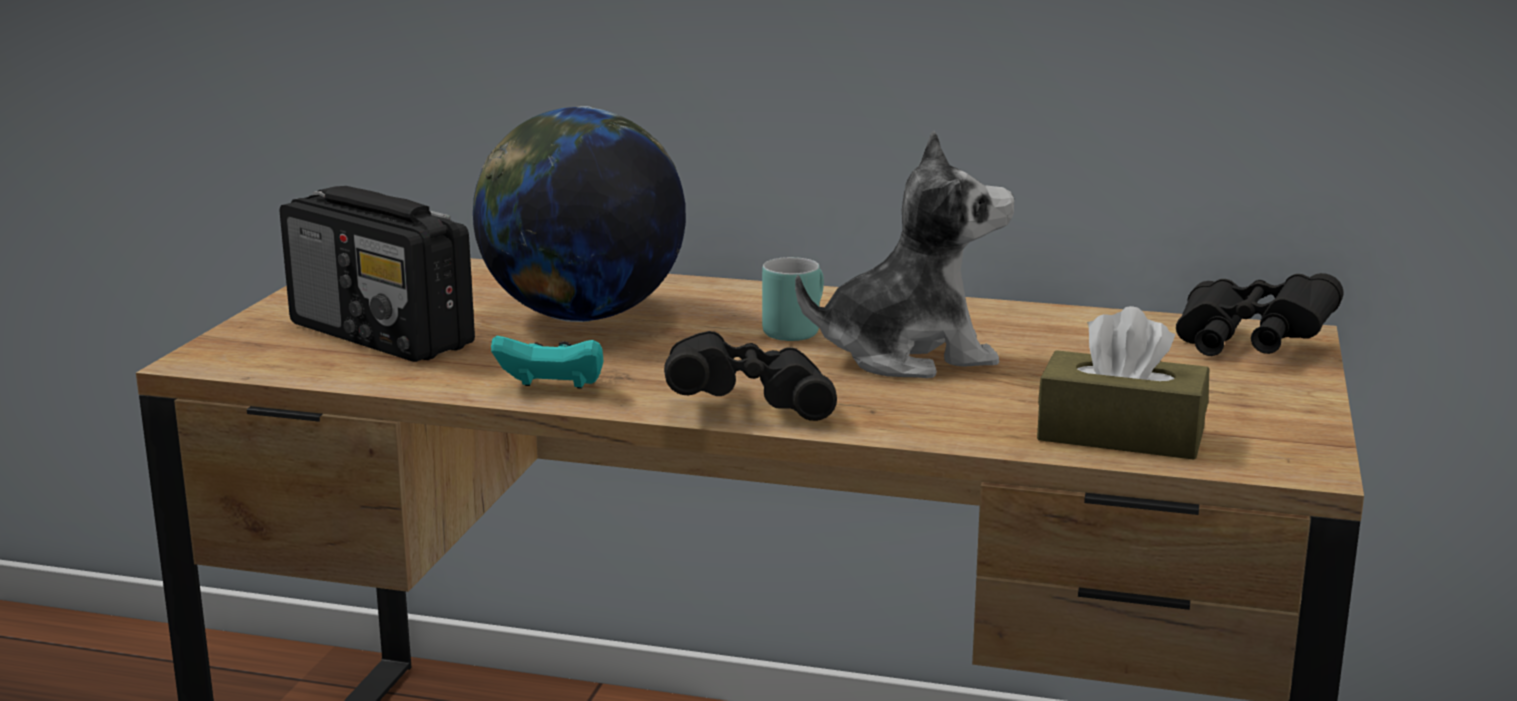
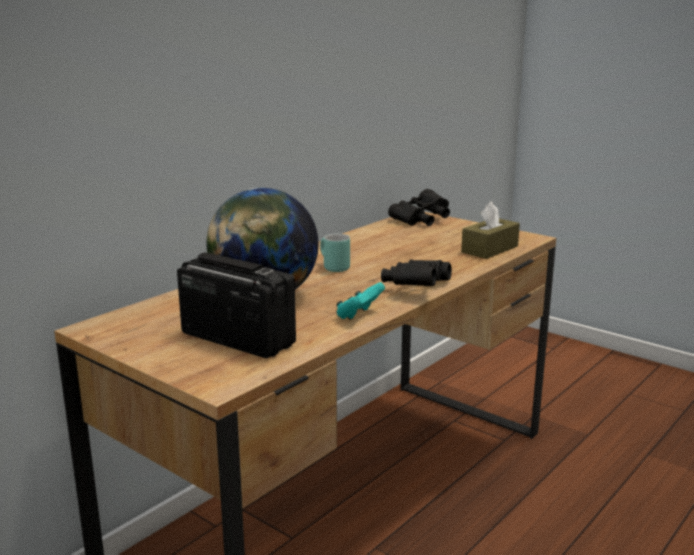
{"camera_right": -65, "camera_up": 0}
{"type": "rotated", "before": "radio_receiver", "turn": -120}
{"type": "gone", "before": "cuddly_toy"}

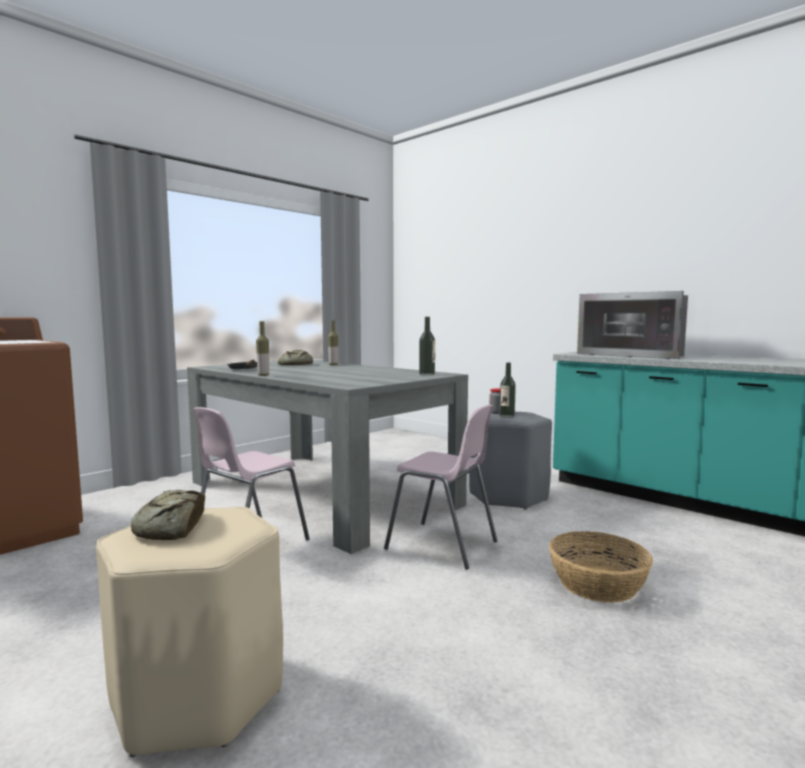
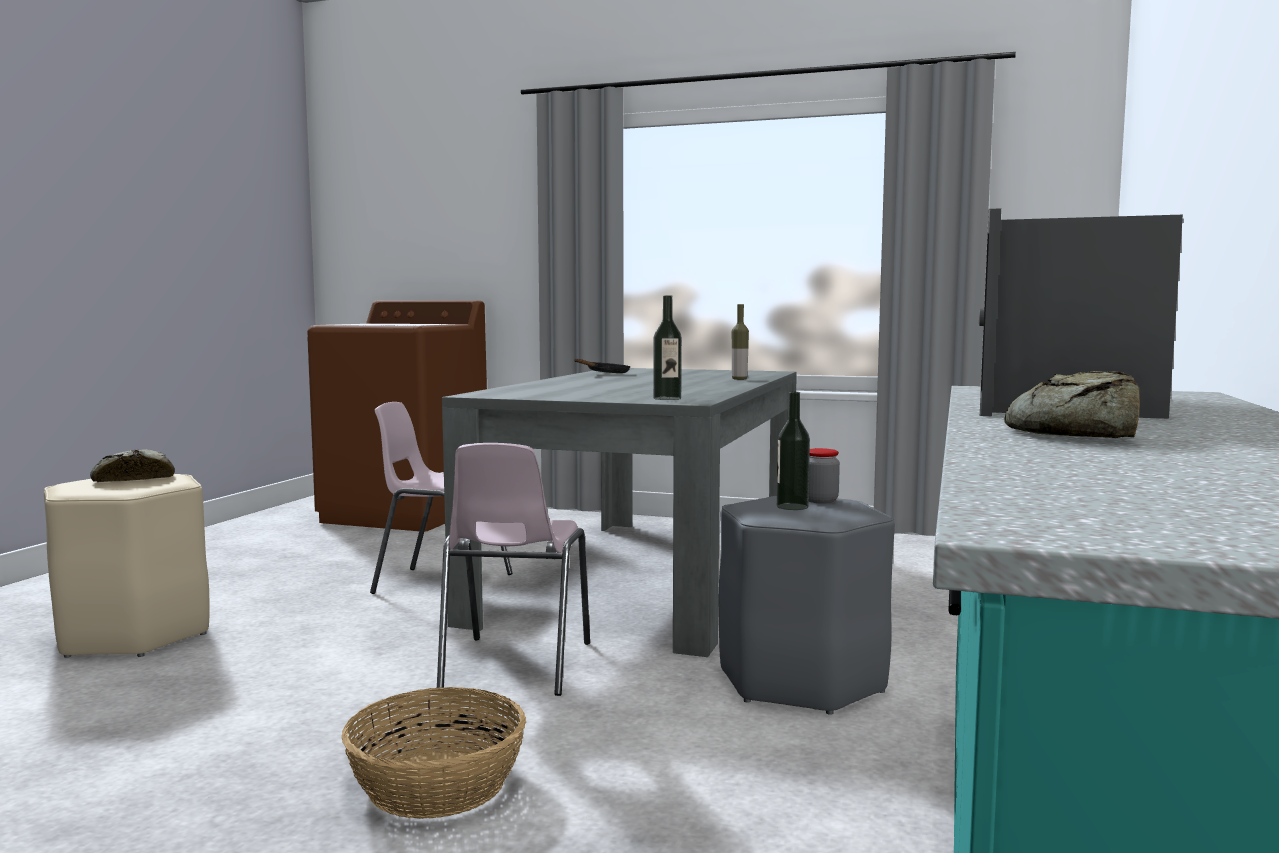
{"camera_right": 65, "camera_up": 0}
{"type": "gone", "before": "bottle (no. 1 from left)"}
{"type": "shifted", "before": "baked_bread (no. 2 from left)"}

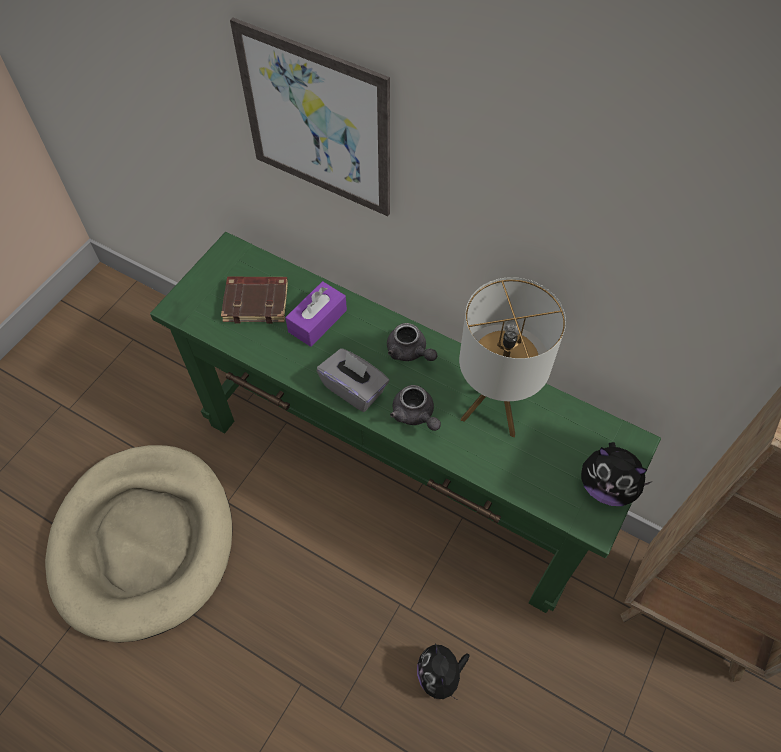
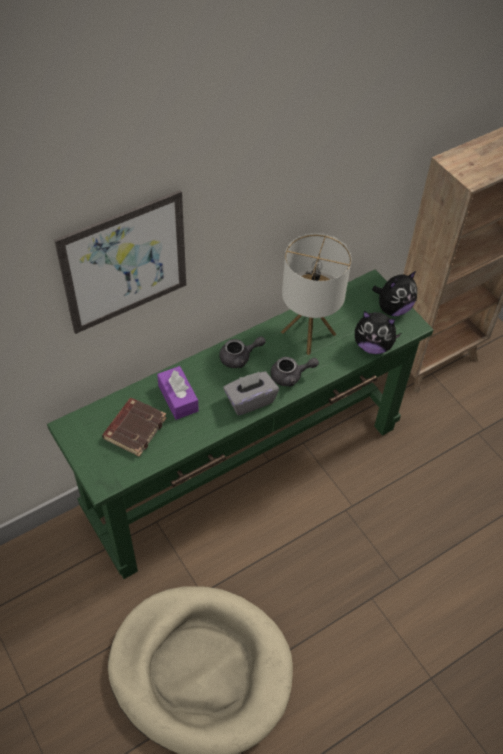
{"camera_right": -65, "camera_up": -5}
{"type": "shifted", "before": "cuddly_toy (no. 1 from left)"}

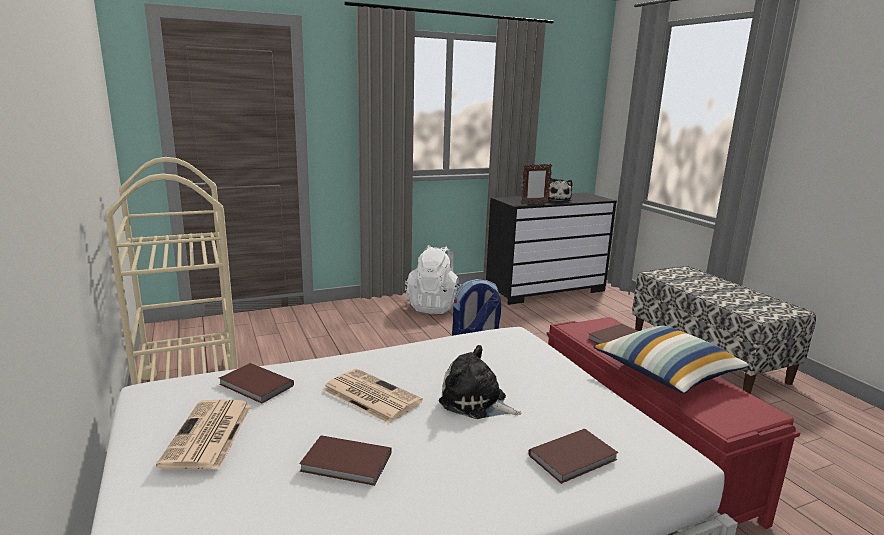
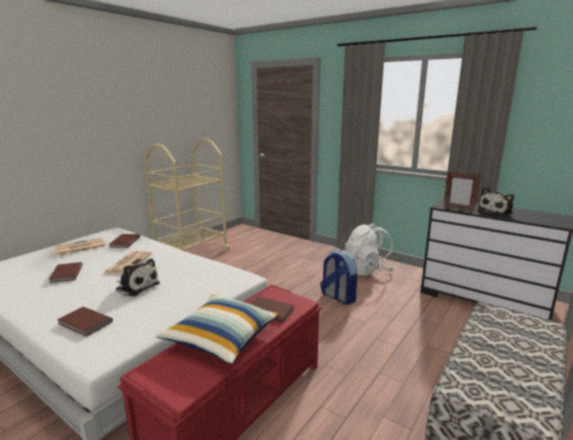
{"camera_right": 60, "camera_up": 0}
{"type": "rotated", "before": "cuddly_toy (no. 1 from left)", "turn": 120}

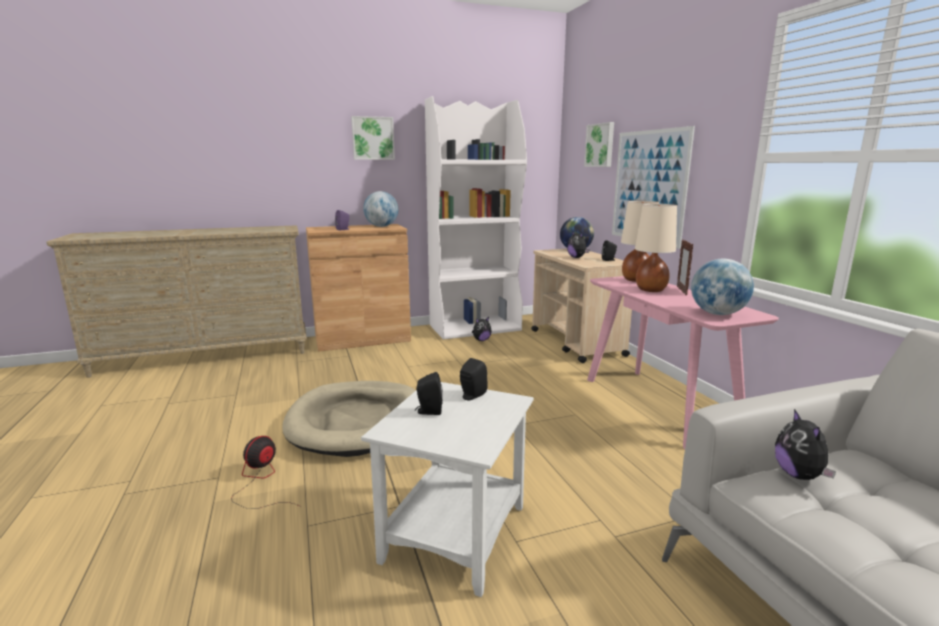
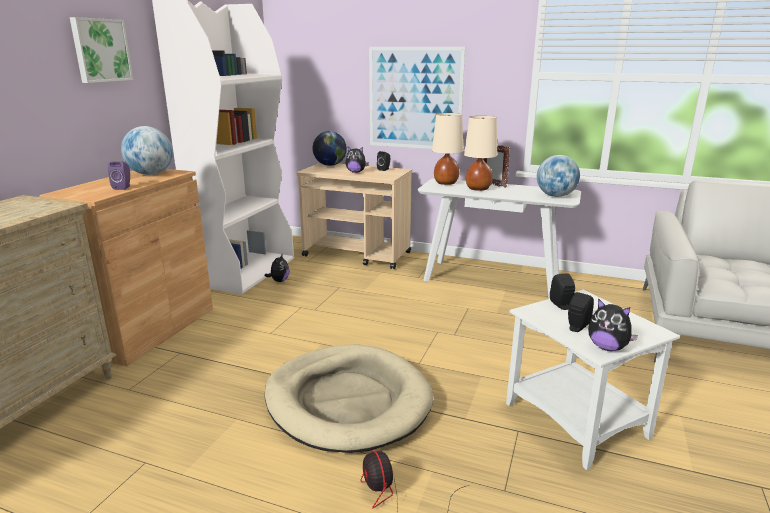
{"camera_right": -50, "camera_up": 5}
{"type": "gone", "before": "wall_art (no. 2 from left)"}
{"type": "repainted", "before": "pink-coloured_hall_table", "after": "white-coloured_hall_table"}
{"type": "shifted", "before": "cuddly_toy (no. 3 from left)"}

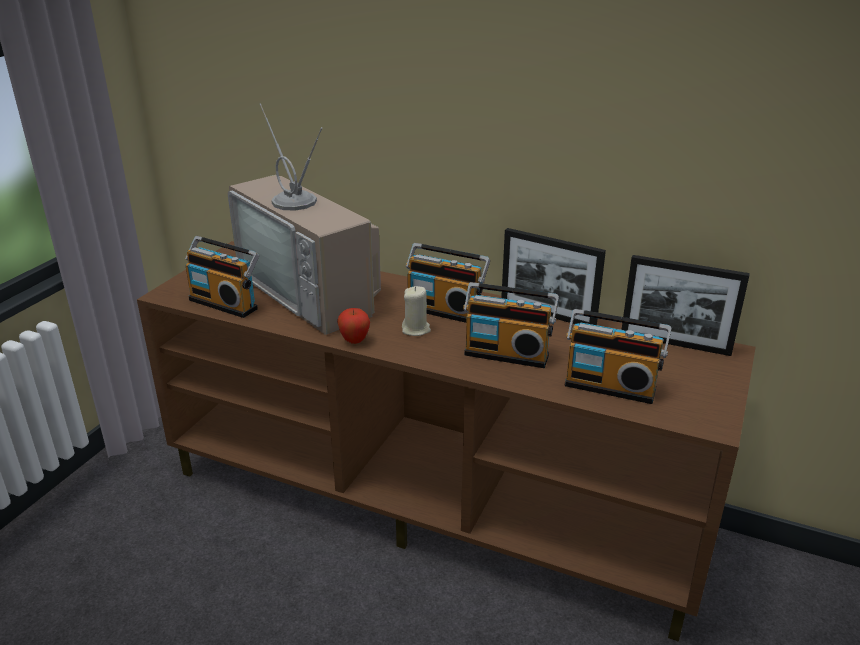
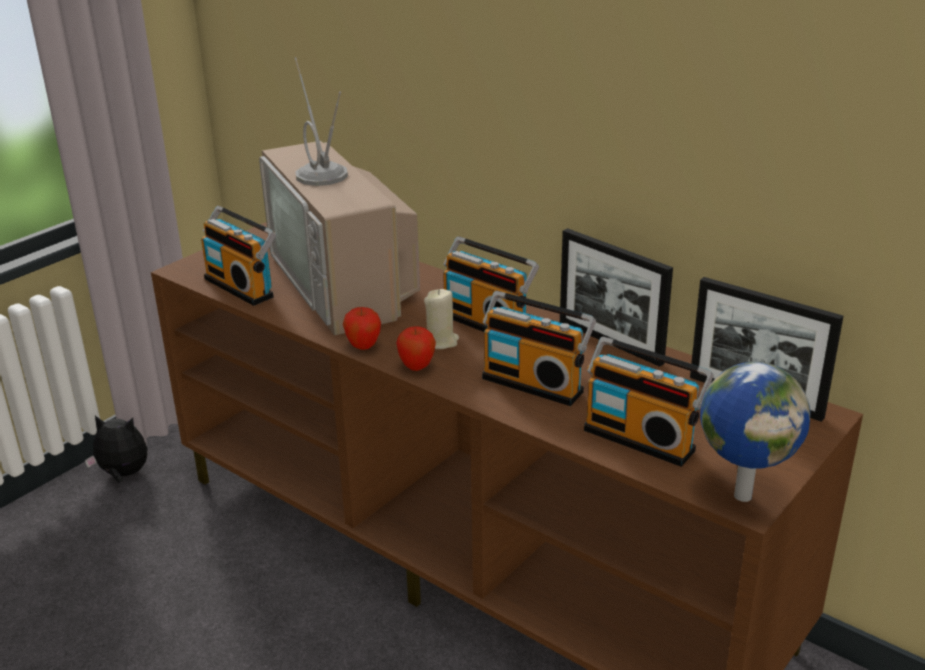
{"camera_right": 15, "camera_up": 0}
{"type": "new", "after": "cuddly_toy"}
{"type": "new", "after": "whole_apple (no. 2 from left)"}
{"type": "new", "after": "globe"}

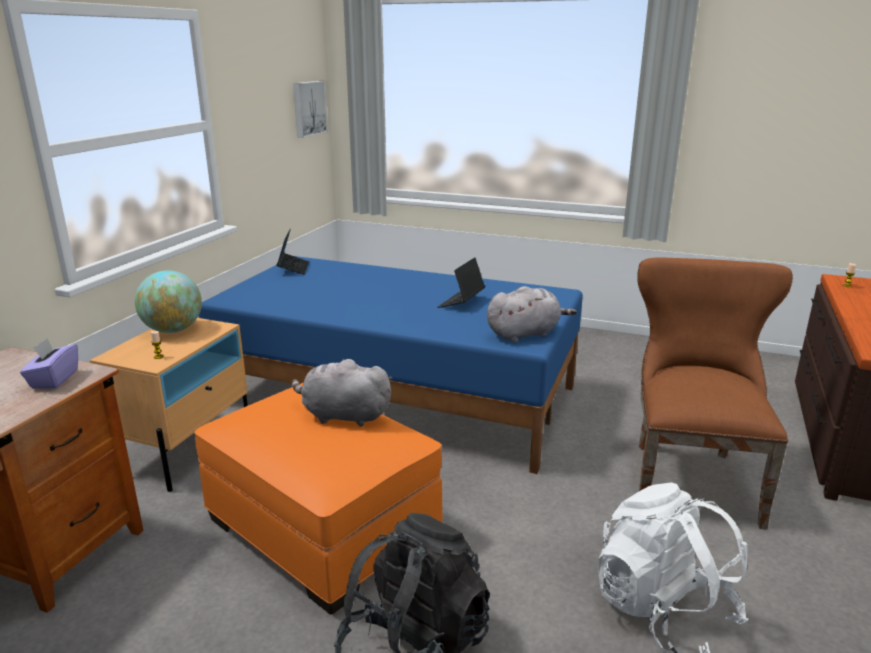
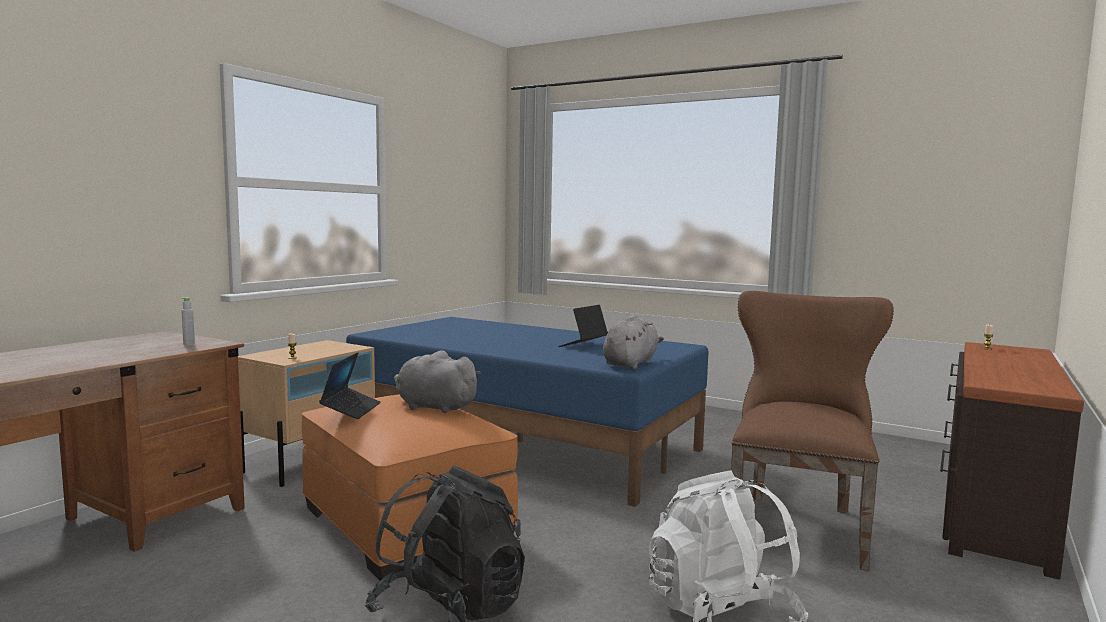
{"camera_right": 10, "camera_up": -15}
{"type": "swapped", "before": "purple-coloured_tissue_box", "after": "grey_bottle"}
{"type": "gone", "before": "globe"}
{"type": "shifted", "before": "notebook_computer (no. 1 from left)"}
{"type": "gone", "before": "wall_art"}
{"type": "rotated", "before": "grey_cuddly_toy (no. 2 from left)", "turn": -45}

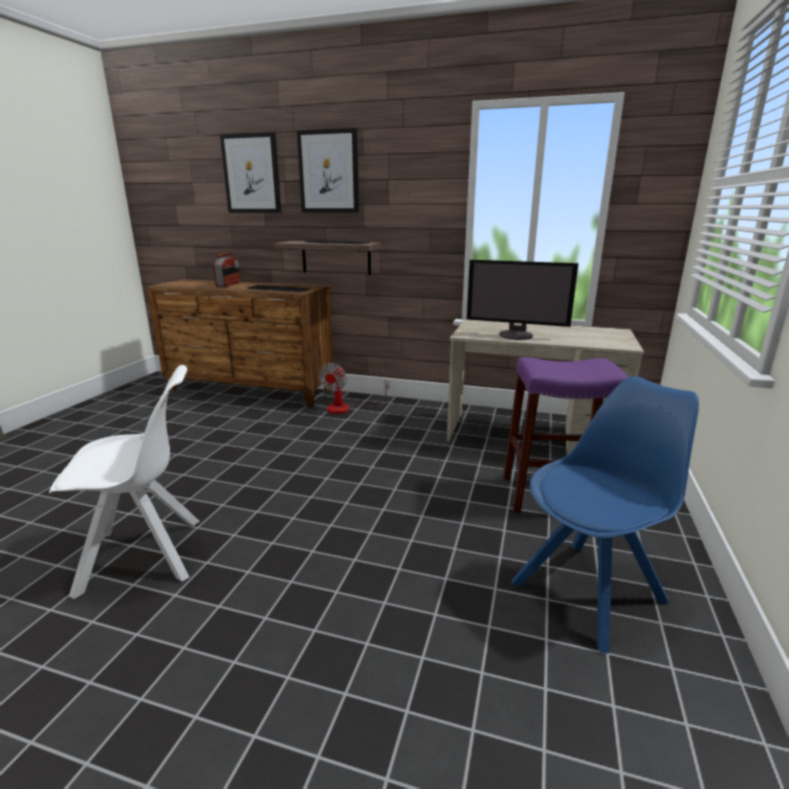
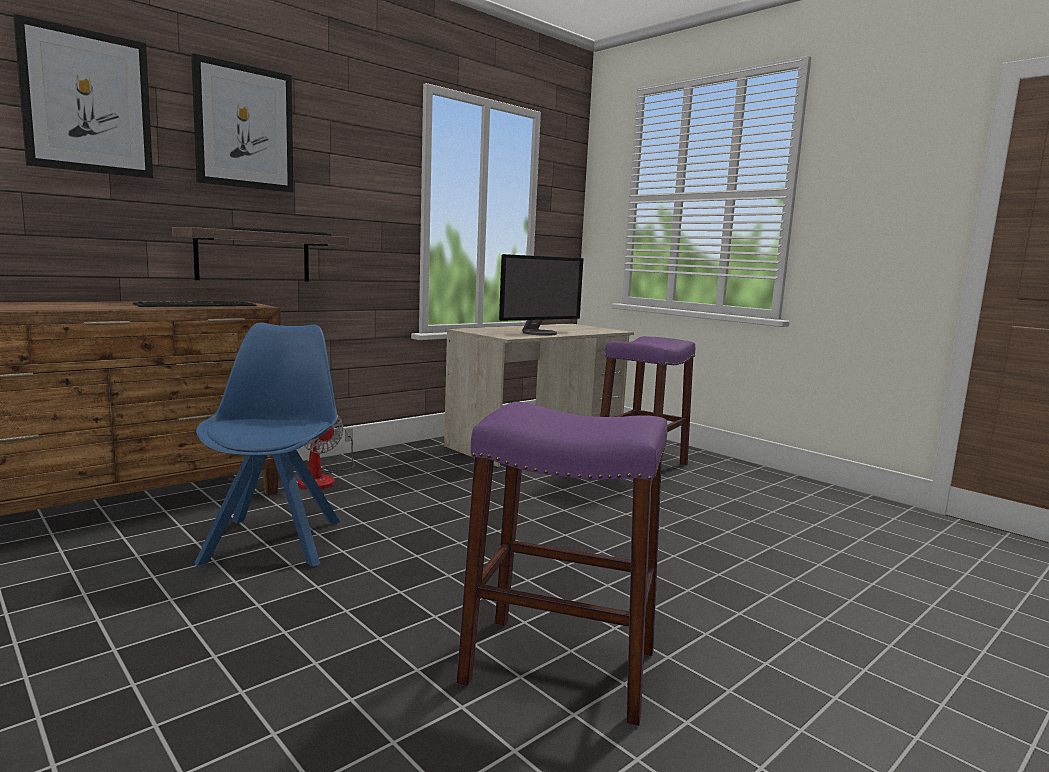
{"camera_right": -60, "camera_up": -10}
{"type": "swapped", "before": "white-coloured_chair", "after": "purple-coloured_stool (no. 1 from left)"}
{"type": "gone", "before": "radio_receiver"}
{"type": "shifted", "before": "blue_chair"}

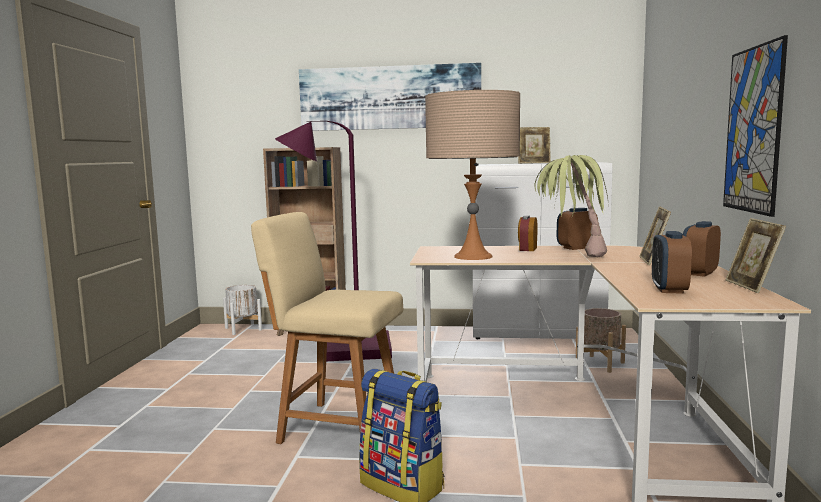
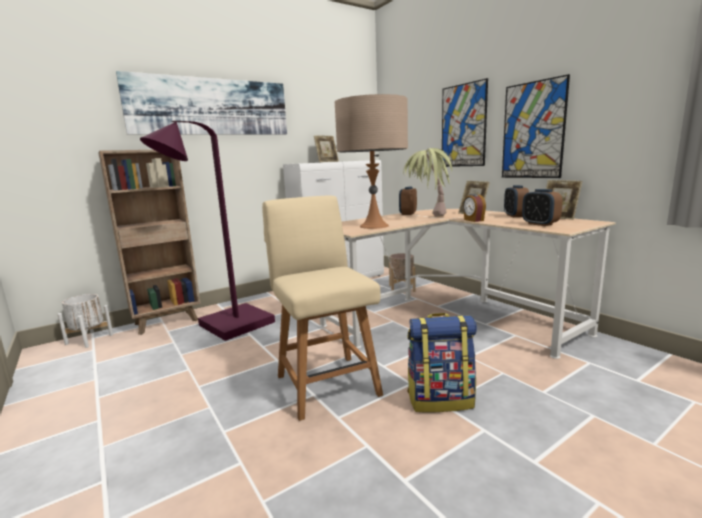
{"camera_right": -40, "camera_up": 5}
{"type": "rotated", "before": "beige_chair", "turn": 90}
{"type": "shifted", "before": "alarm_clock (no. 1 from left in the first image)", "after": "alarm_clock (no. 2 from left)"}
{"type": "new", "after": "wall_art (no. 2 from left)"}

